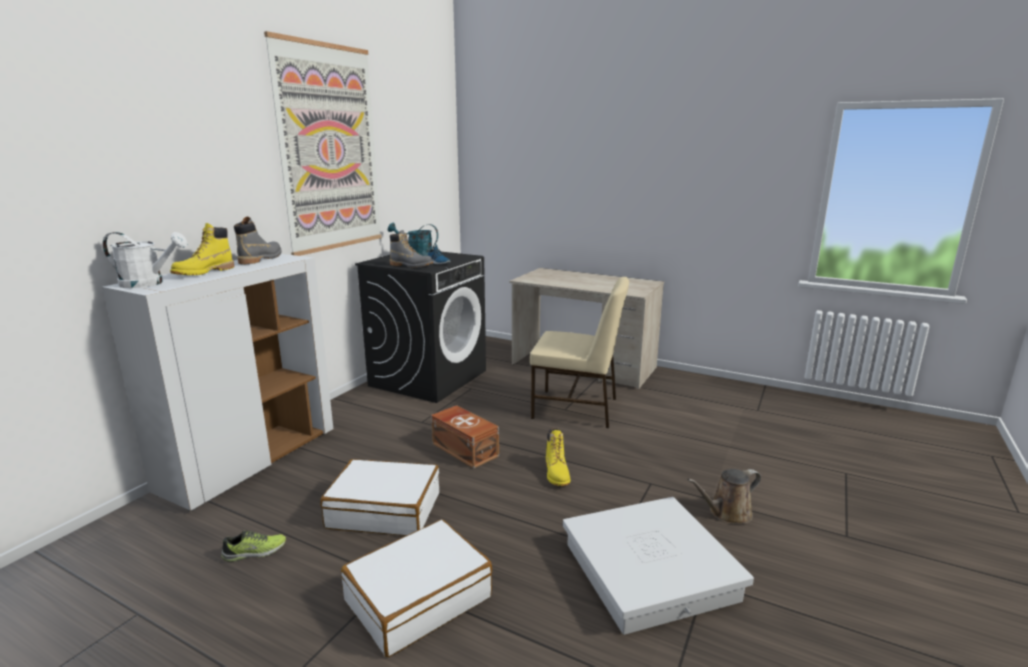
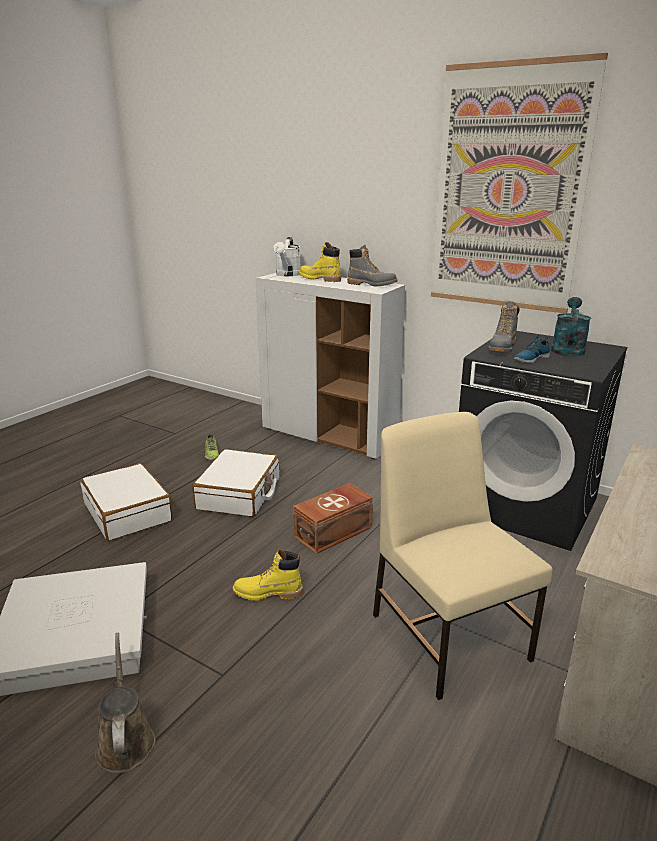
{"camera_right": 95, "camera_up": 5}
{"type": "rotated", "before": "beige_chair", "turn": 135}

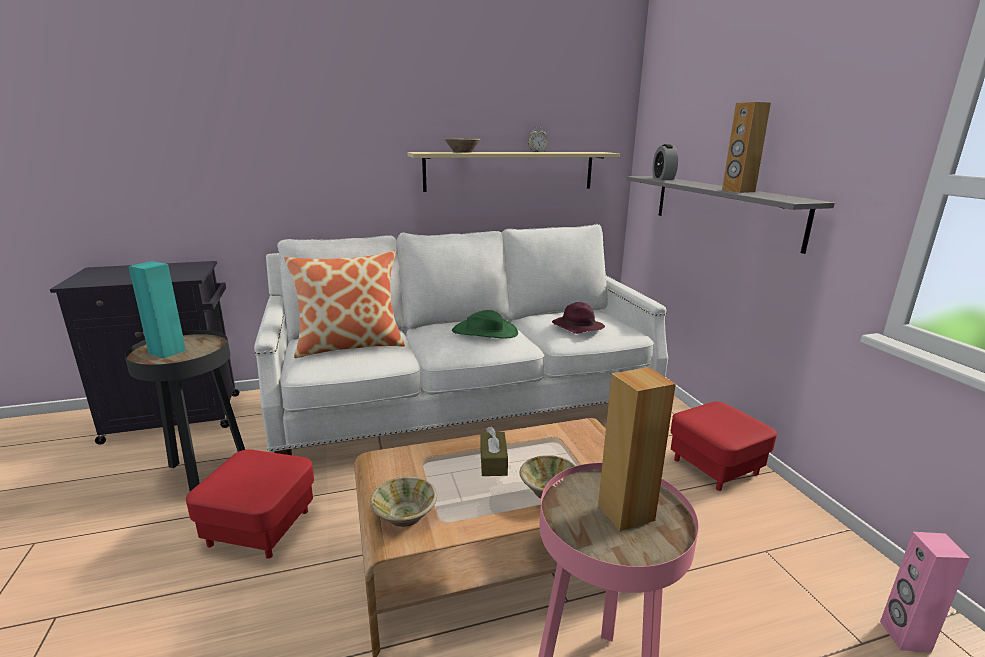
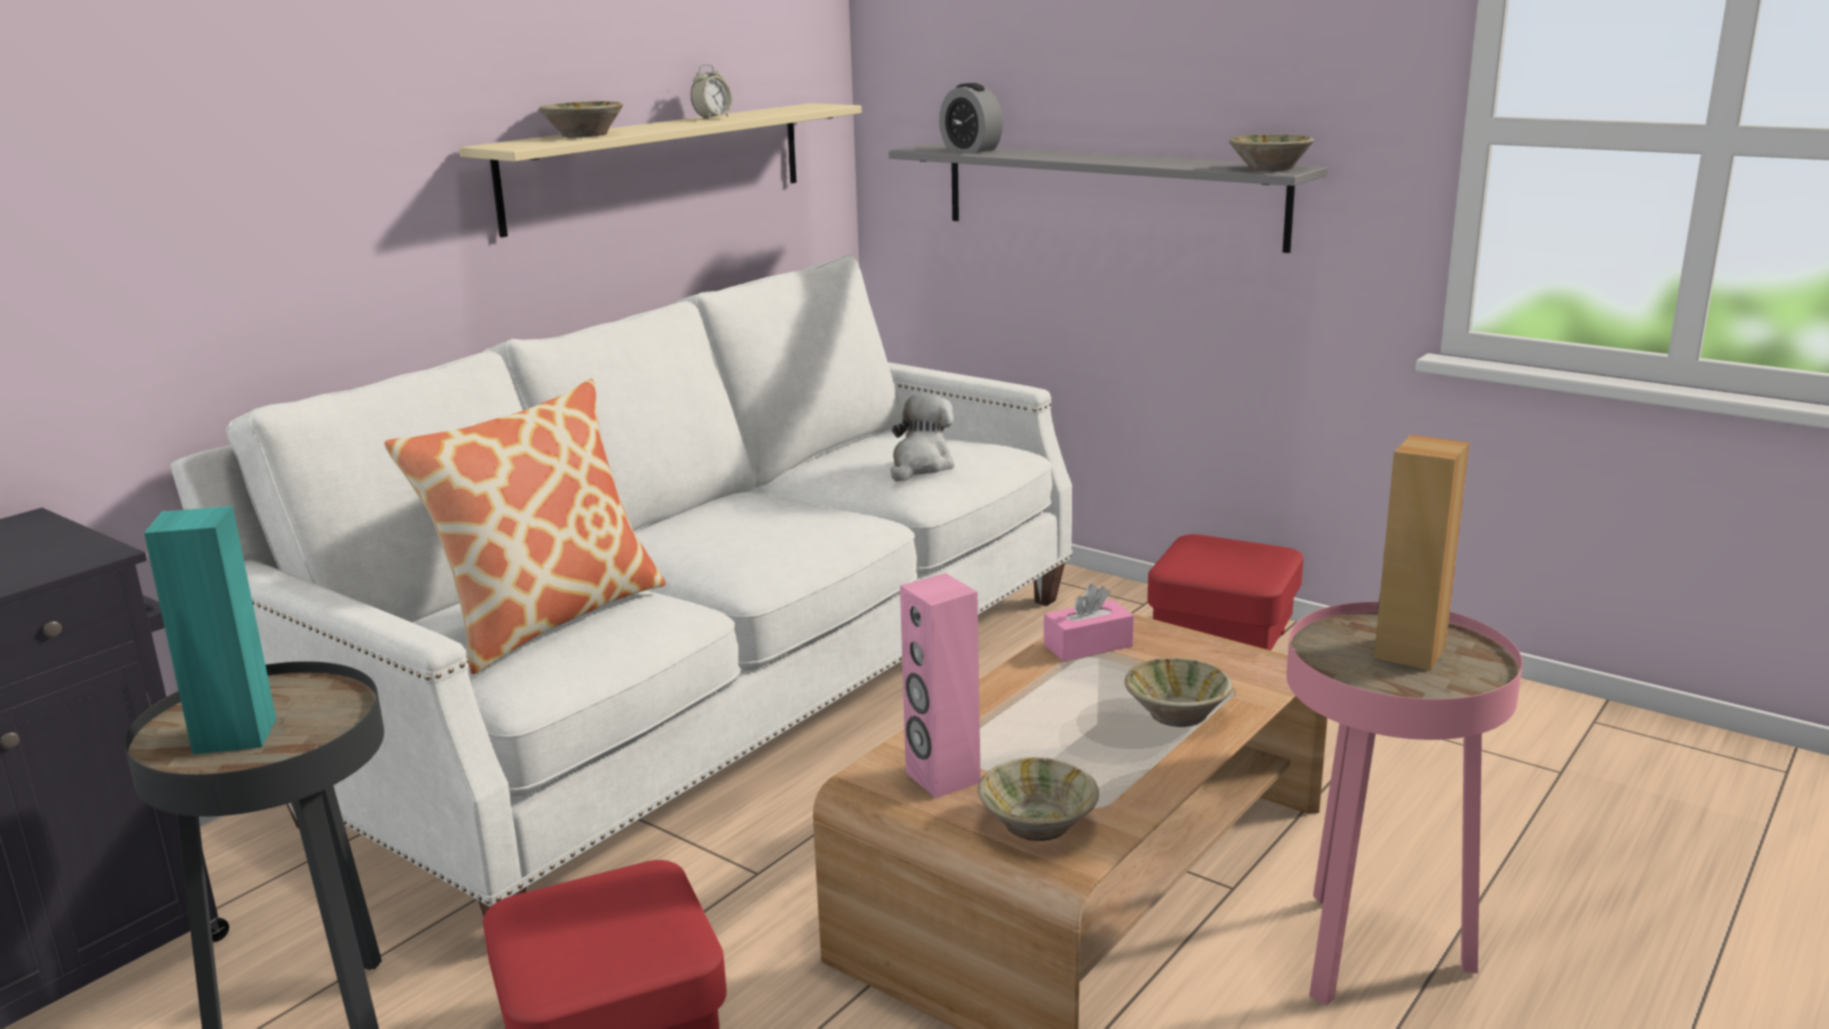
{"camera_right": -35, "camera_up": 0}
{"type": "gone", "before": "green-coloured_hat"}
{"type": "gone", "before": "brownish_tissue_box"}
{"type": "swapped", "before": "purple-coloured_hat", "after": "cuddly_toy"}
{"type": "gone", "before": "brownish_speaker (no. 2 from left)"}
{"type": "shifted", "before": "pink-coloured_speaker"}
{"type": "new", "after": "pink-coloured_tissue_box"}
{"type": "new", "after": "beige_serving_bowl (no. 4 from left)"}

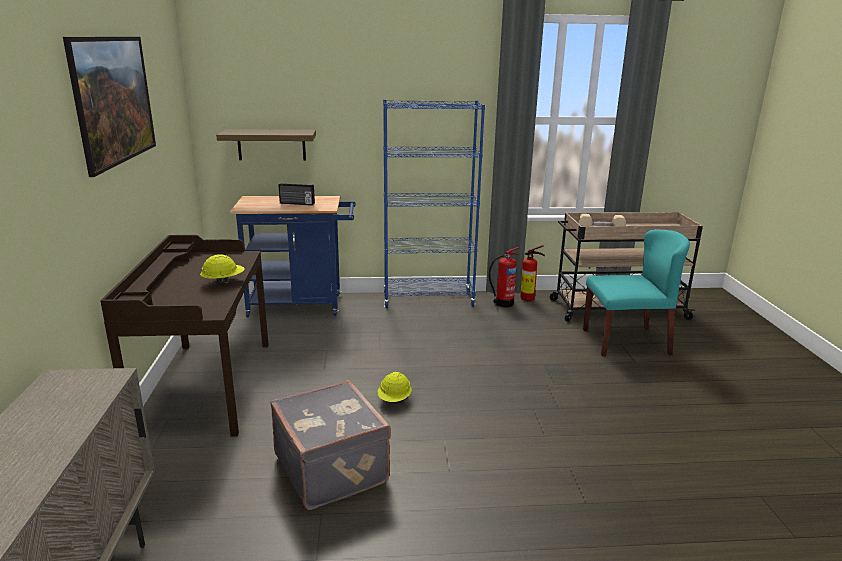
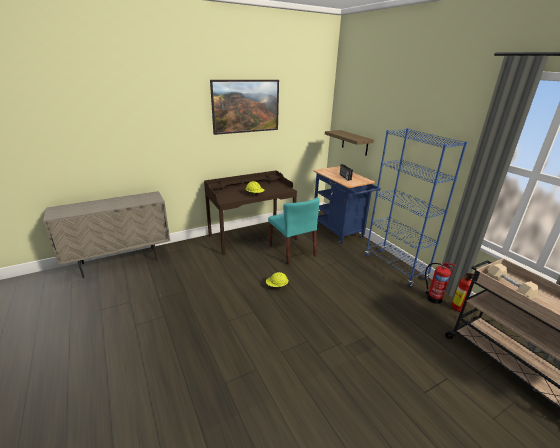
{"camera_right": 65, "camera_up": 5}
{"type": "gone", "before": "grey_travel_case"}
{"type": "shifted", "before": "turquoise-coloured_chair"}

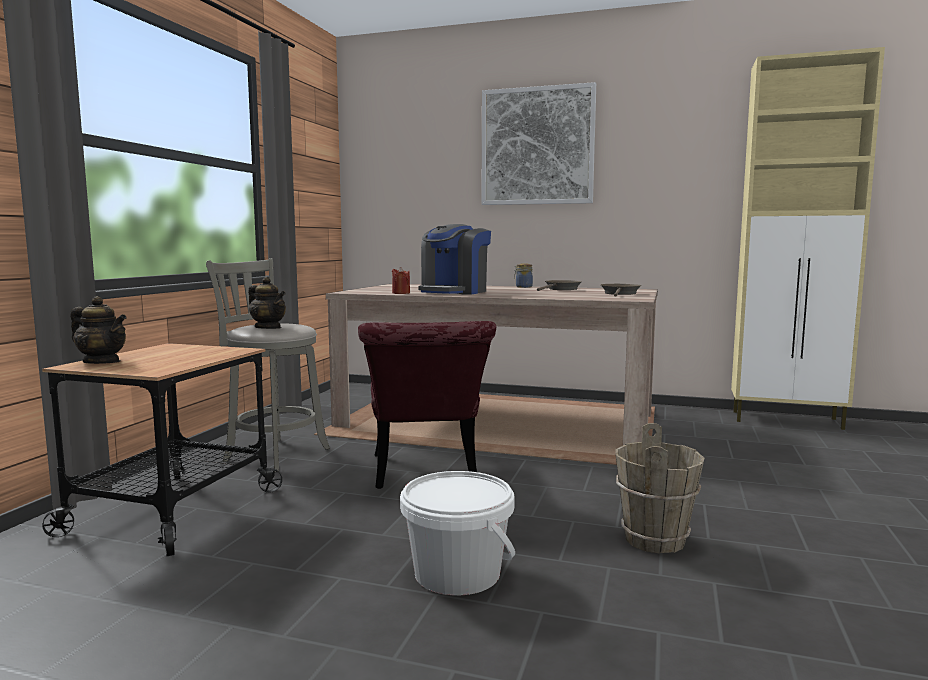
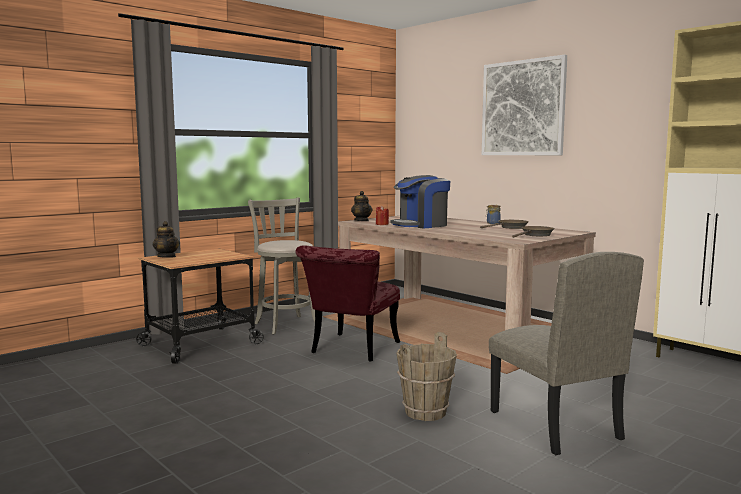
{"camera_right": 30, "camera_up": 0}
{"type": "shifted", "before": "teapot (no. 2 from left)"}
{"type": "gone", "before": "white-coloured_water_bucket"}
{"type": "new", "after": "beige_chair"}

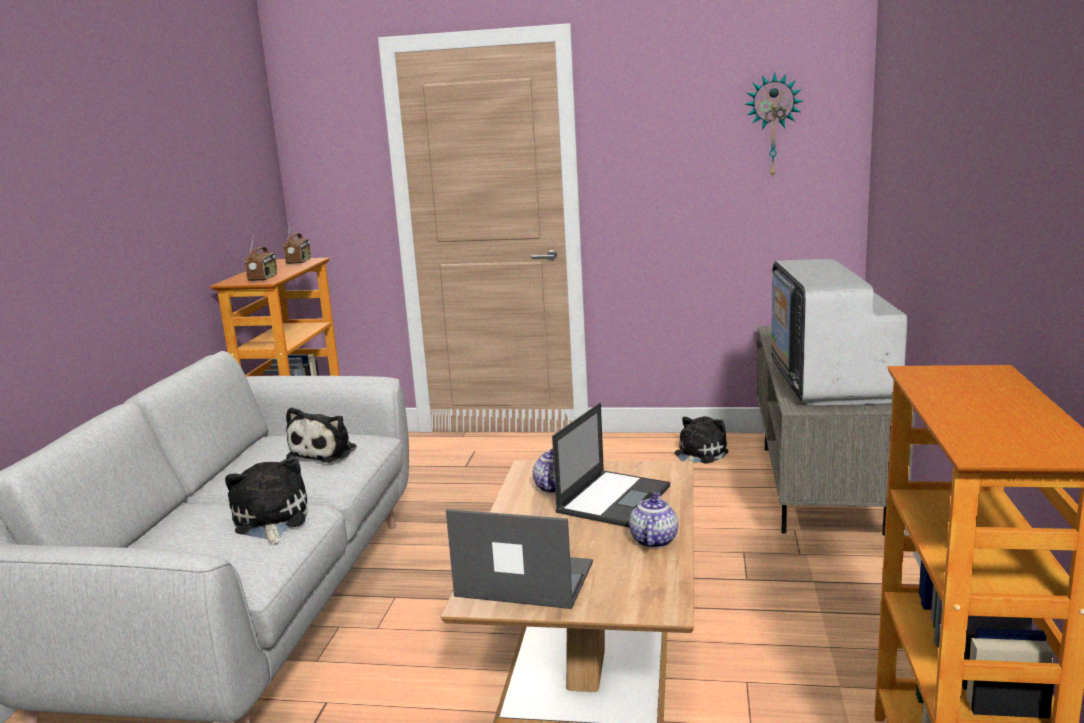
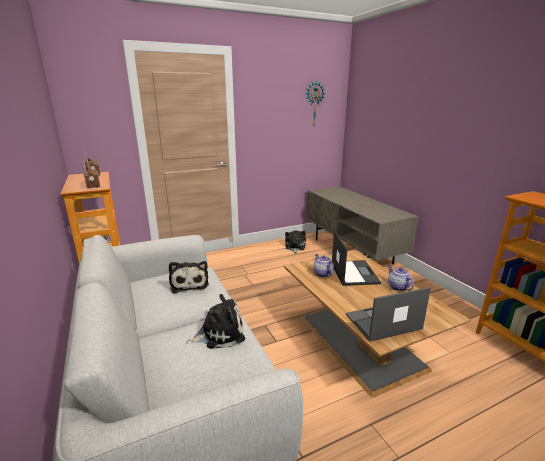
{"camera_right": -35, "camera_up": 5}
{"type": "rotated", "before": "cuddly_toy (no. 1 from left in the first image)", "turn": 120}
{"type": "gone", "before": "TV"}

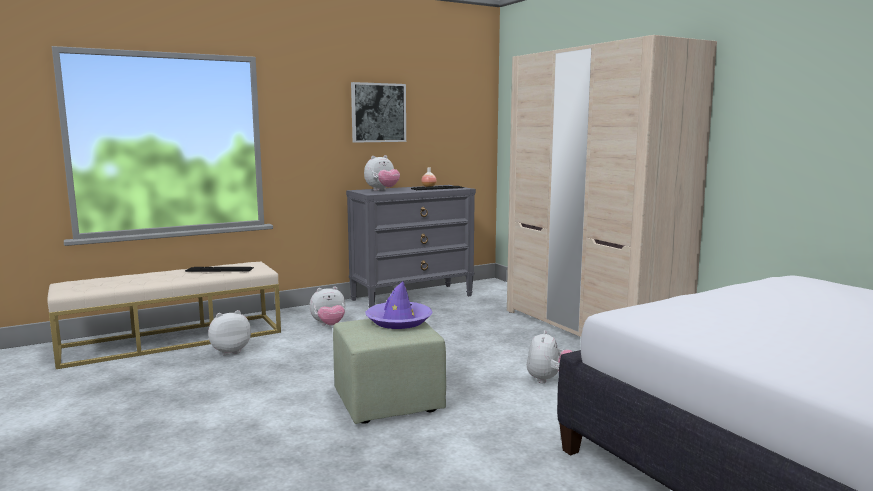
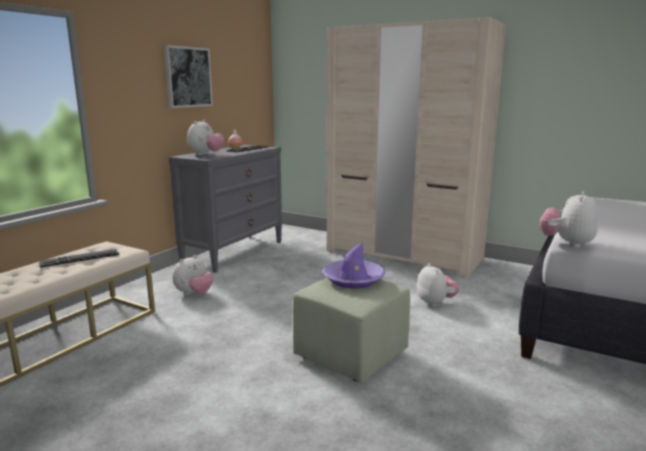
{"camera_right": -30, "camera_up": 5}
{"type": "shifted", "before": "cuddly_toy (no. 1 from left in the first image)", "after": "cuddly_toy (no. 4 from left)"}

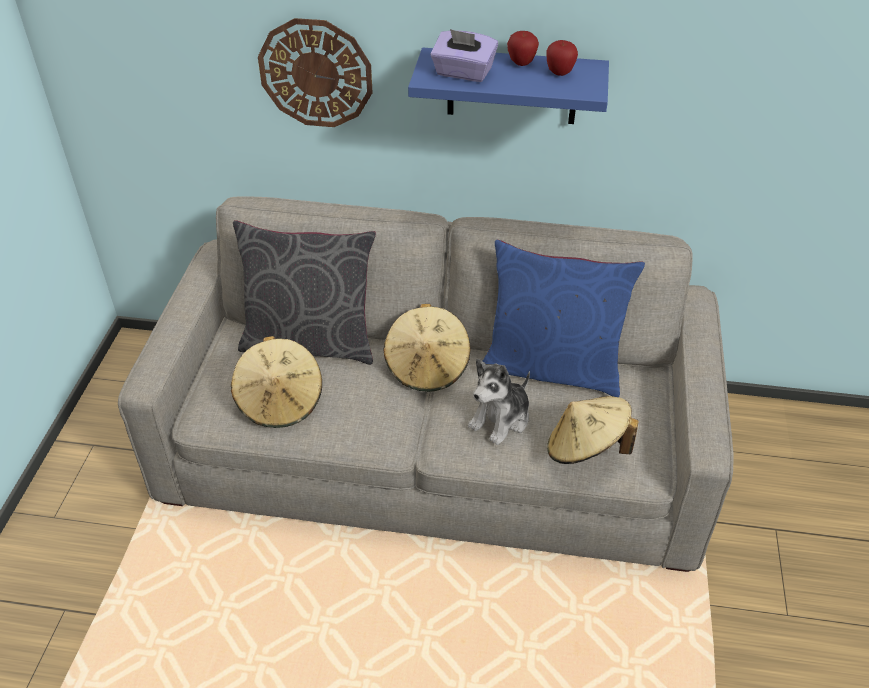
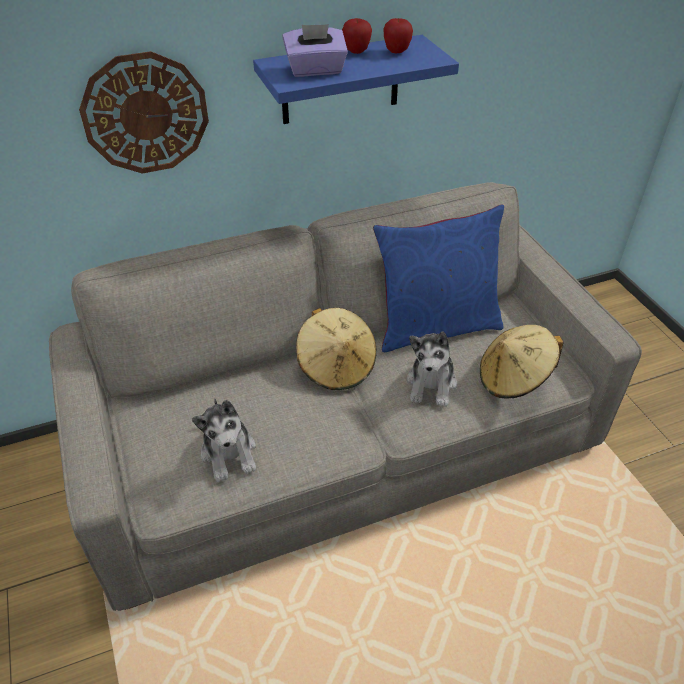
{"camera_right": -30, "camera_up": 0}
{"type": "swapped", "before": "beige_hat (no. 1 from left)", "after": "cuddly_toy (no. 1 from left)"}
{"type": "gone", "before": "grey_cushion"}

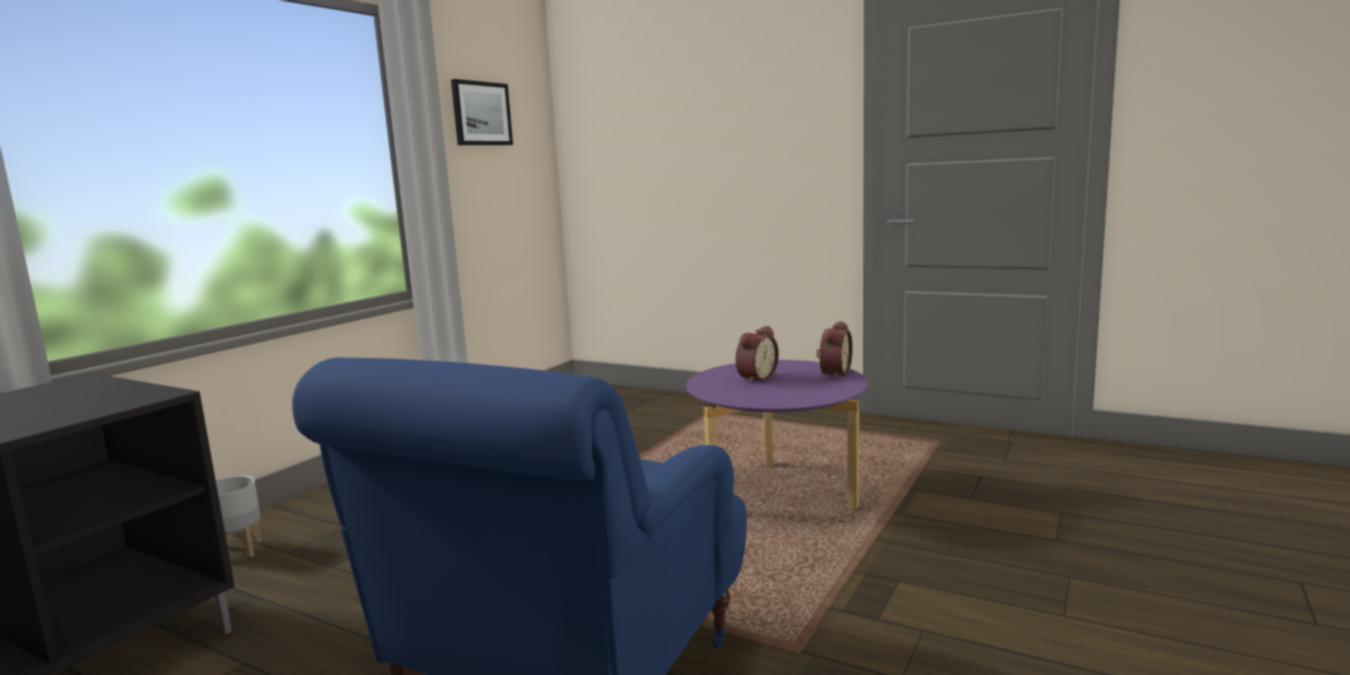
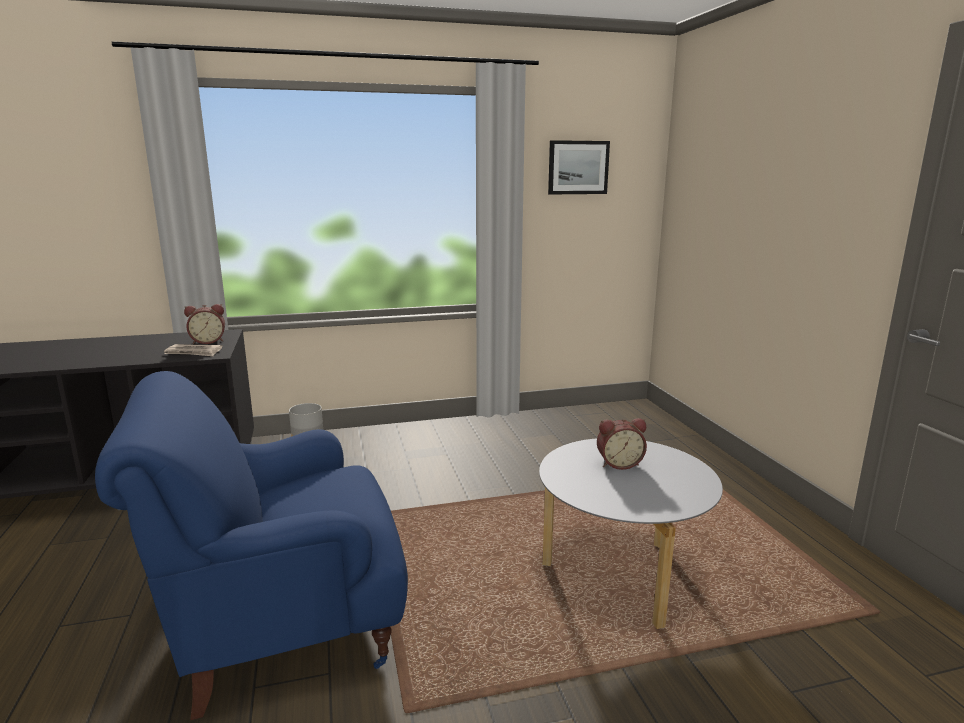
{"camera_right": 45, "camera_up": 5}
{"type": "repainted", "before": "purple-coloured_lounge_table", "after": "grey_lounge_table"}
{"type": "shifted", "before": "alarm_clock (no. 2 from left in the first image)", "after": "alarm_clock (no. 1 from left)"}
{"type": "new", "after": "printed_paper"}

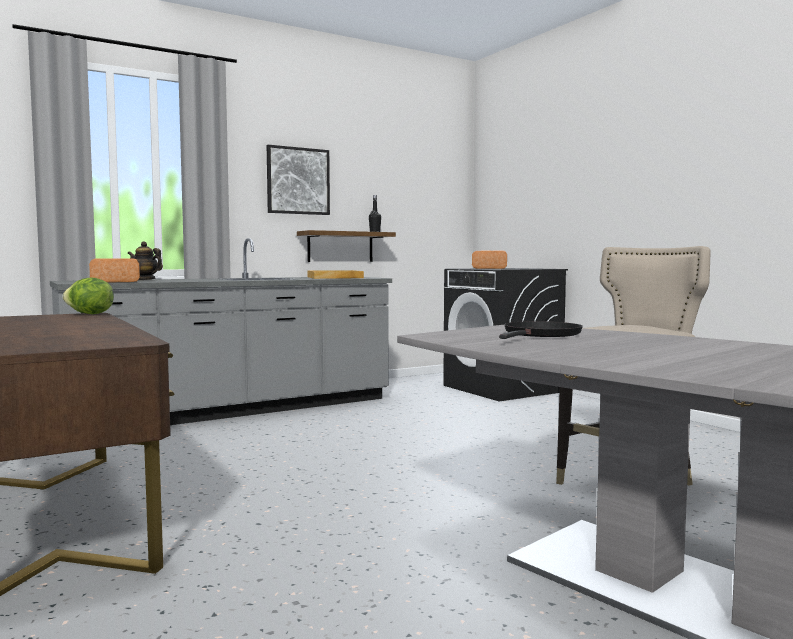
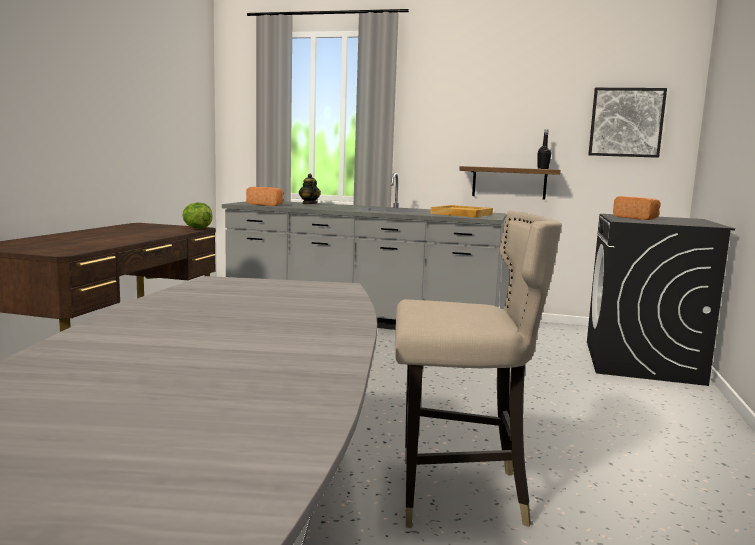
{"camera_right": 45, "camera_up": 5}
{"type": "shifted", "before": "wall_art"}
{"type": "gone", "before": "blackish_skillet"}

